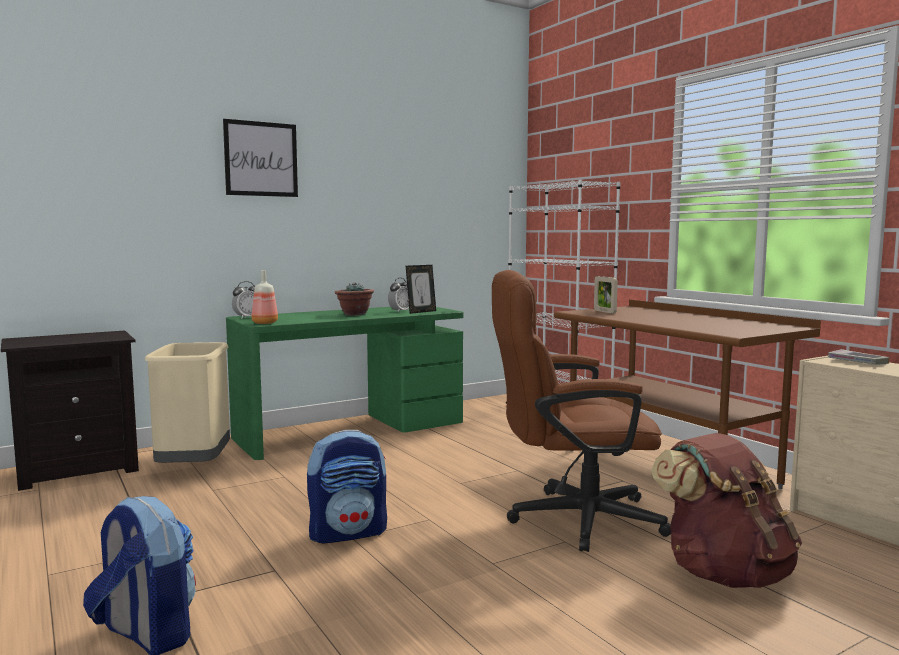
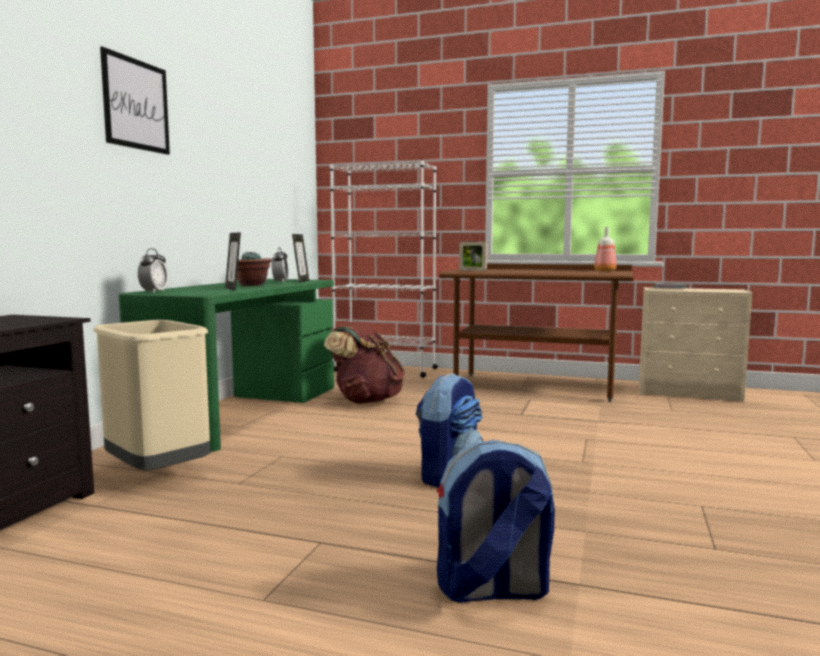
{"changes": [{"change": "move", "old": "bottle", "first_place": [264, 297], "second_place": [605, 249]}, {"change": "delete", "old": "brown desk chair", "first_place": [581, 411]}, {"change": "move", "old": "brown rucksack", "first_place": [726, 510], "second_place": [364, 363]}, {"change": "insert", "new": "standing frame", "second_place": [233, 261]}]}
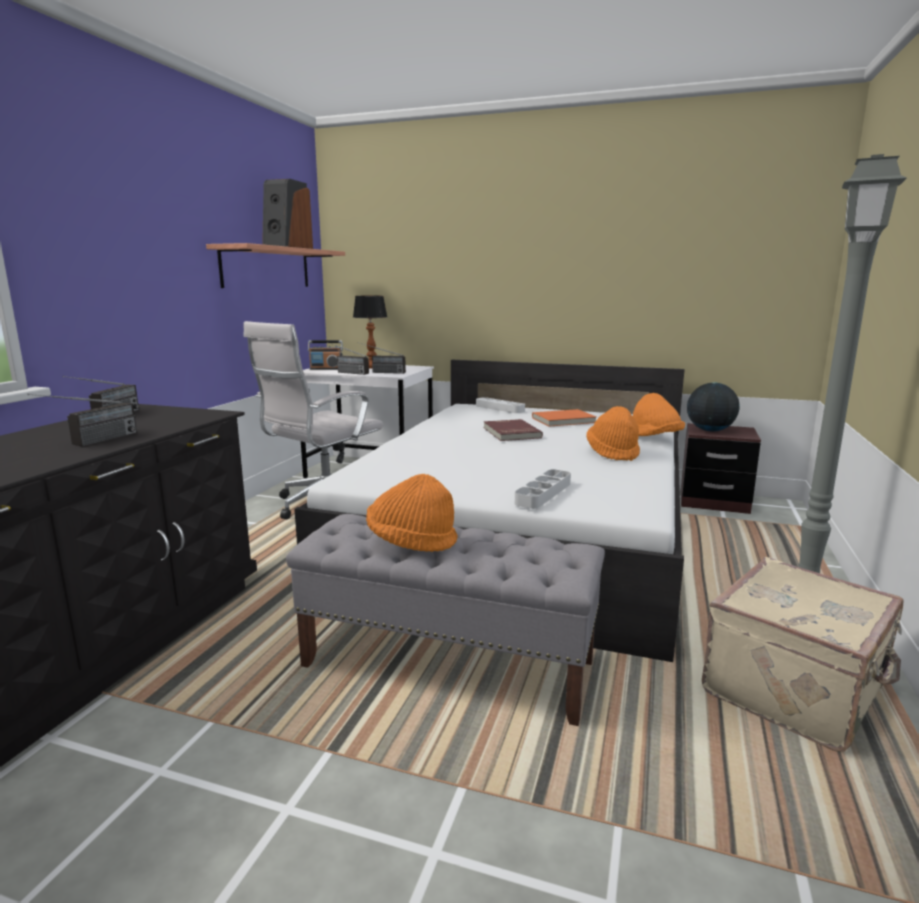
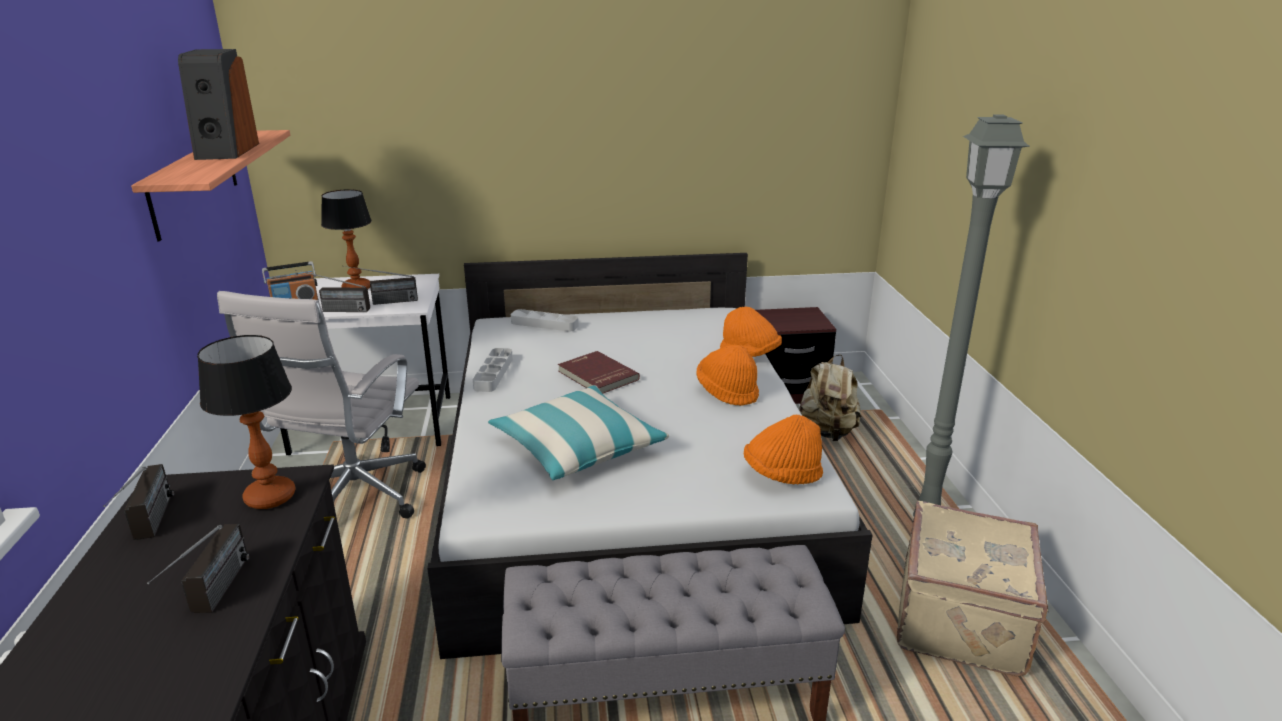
{"changes": [{"change": "move", "old": "orange hat", "first_place": [411, 513], "second_place": [783, 450]}, {"change": "move", "old": "gray carrying tray", "first_place": [543, 489], "second_place": [492, 370]}, {"change": "delete", "old": "orange volume", "first_place": [564, 418]}, {"change": "delete", "old": "desk globe", "first_place": [713, 407]}, {"change": "insert", "new": "lamp for a table", "second_place": [246, 422]}, {"change": "insert", "new": "throw pillow", "second_place": [578, 432]}, {"change": "insert", "new": "beige-coloured rucksack", "second_place": [830, 397]}]}
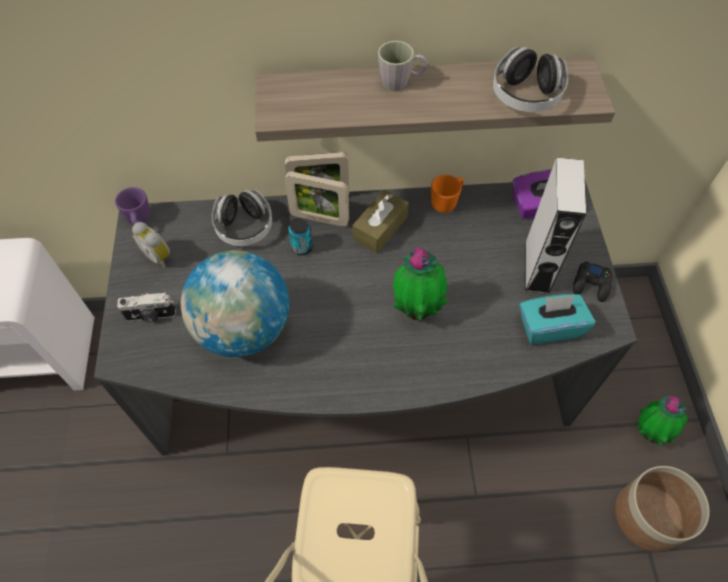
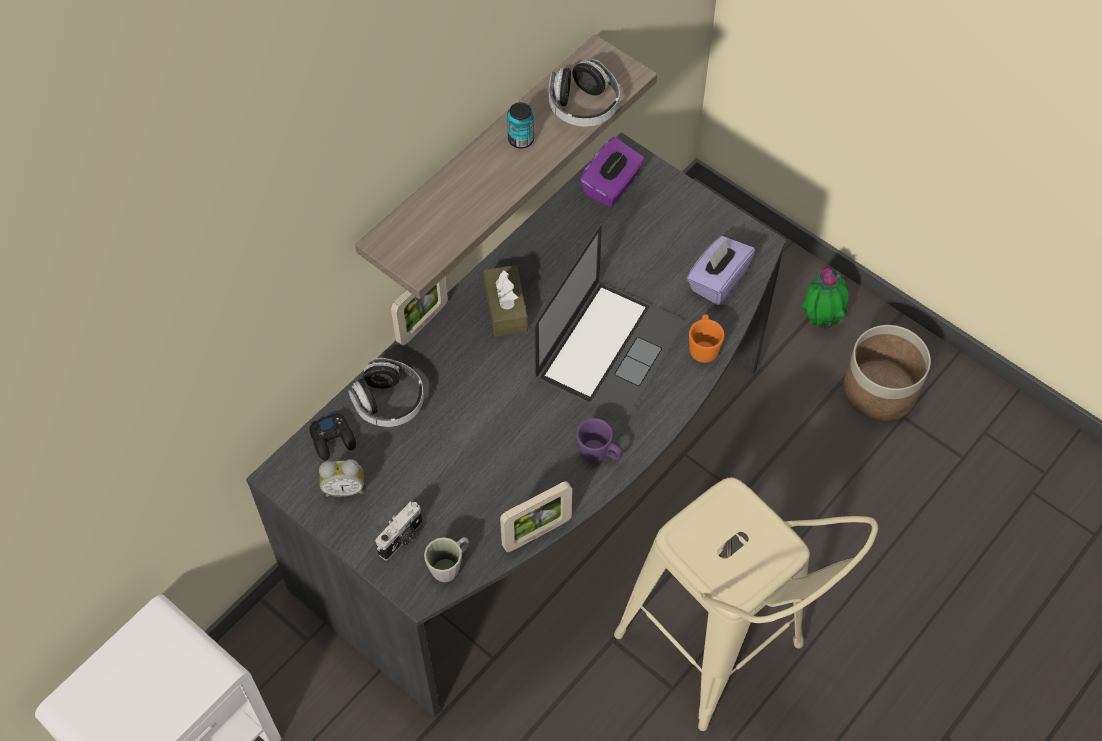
{"changes": [{"change": "move", "old": "purplish mug", "first_place": [133, 206], "second_place": [599, 440]}, {"change": "delete", "old": "desk globe", "first_place": [235, 303]}, {"change": "move", "old": "standing frame", "first_place": [317, 199], "second_place": [536, 516]}, {"change": "move", "old": "sealed can", "first_place": [300, 236], "second_place": [520, 125]}, {"change": "move", "old": "gray mug", "first_place": [402, 66], "second_place": [446, 559]}, {"change": "replace", "old": "potted plant", "new": "notebook computer", "first_place": [421, 284], "second_place": [609, 322]}, {"change": "move", "old": "orange mug", "first_place": [447, 194], "second_place": [706, 338]}, {"change": "recolor", "old": "turquoise box of tissues", "new": "purplish box of tissues", "first_place": [557, 319], "second_place": [720, 270]}, {"change": "delete", "old": "gray audio speaker", "first_place": [555, 225]}, {"change": "move", "old": "blackish game controller", "first_place": [592, 281], "second_place": [332, 436]}]}
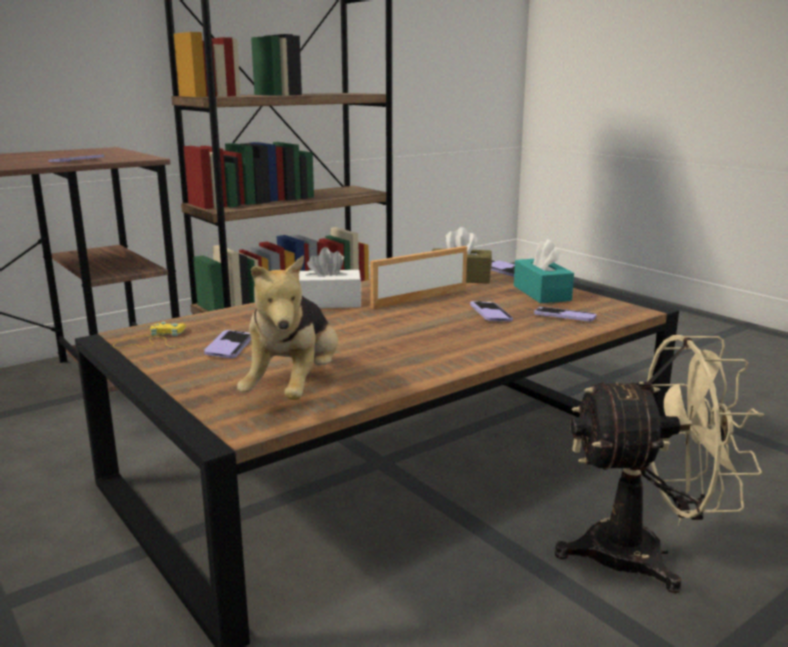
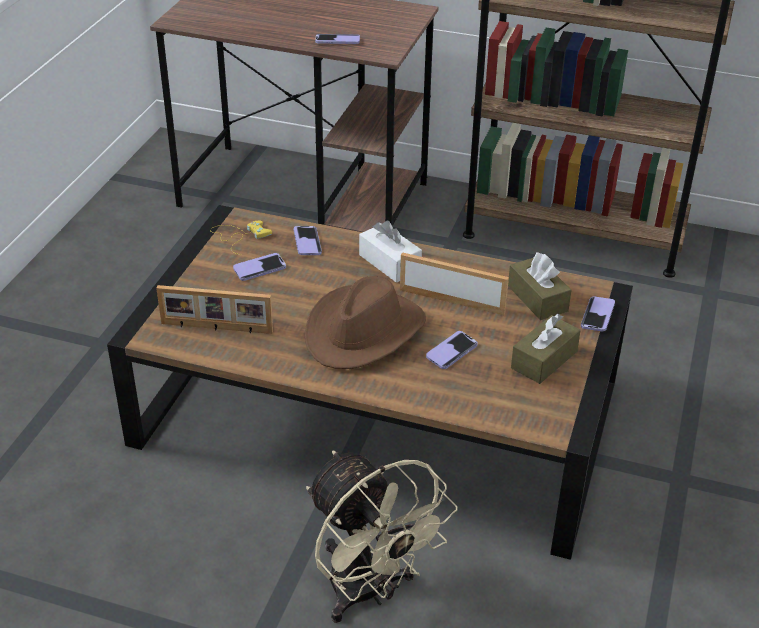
{"changes": [{"change": "replace", "old": "plush toy", "new": "standing frame", "first_place": [287, 327], "second_place": [214, 309]}, {"change": "recolor", "old": "turquoise box of tissues", "new": "brown box of tissues", "first_place": [544, 271], "second_place": [546, 349]}, {"change": "move", "old": "phone", "first_place": [565, 314], "second_place": [308, 240]}, {"change": "insert", "new": "brown hat", "second_place": [365, 322]}]}
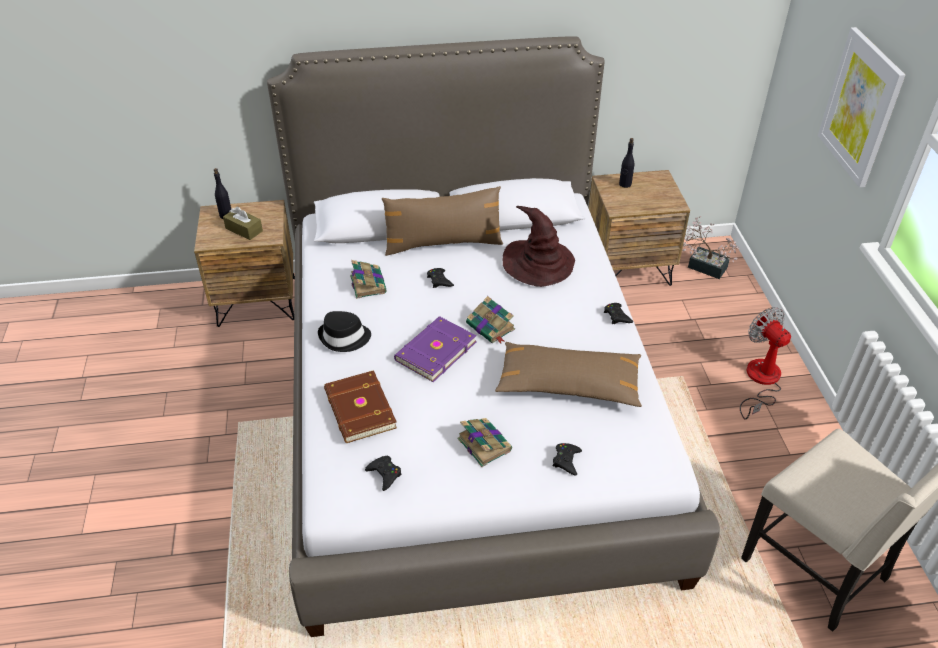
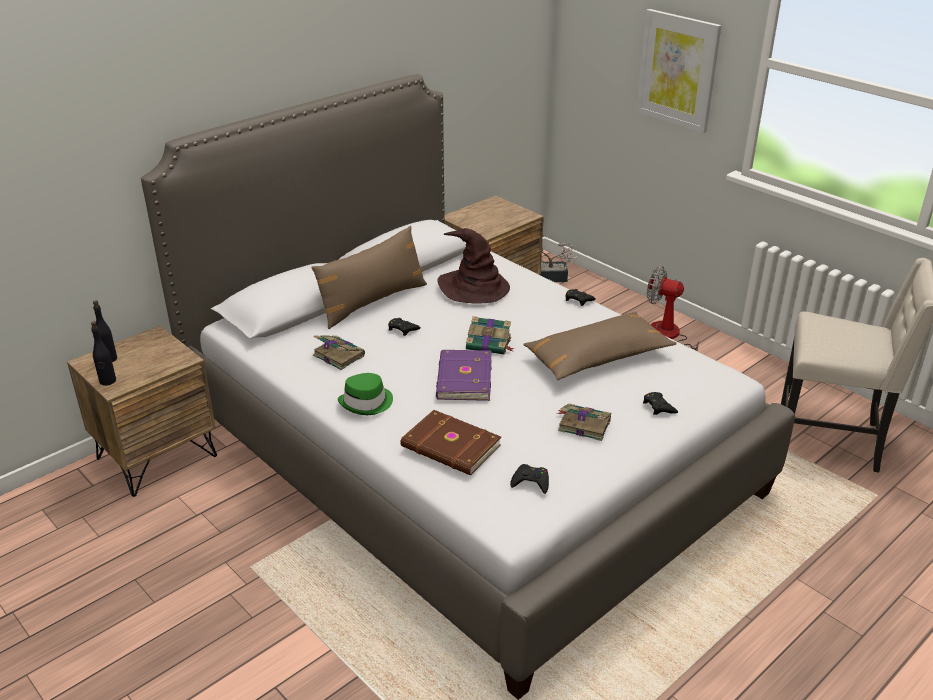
{"changes": [{"change": "delete", "old": "brown box of tissues", "first_place": [243, 223]}, {"change": "recolor", "old": "blackish hat", "new": "greenish hat", "first_place": [344, 331], "second_place": [365, 394]}, {"change": "move", "old": "blackish bottle", "first_place": [627, 163], "second_place": [103, 353]}]}
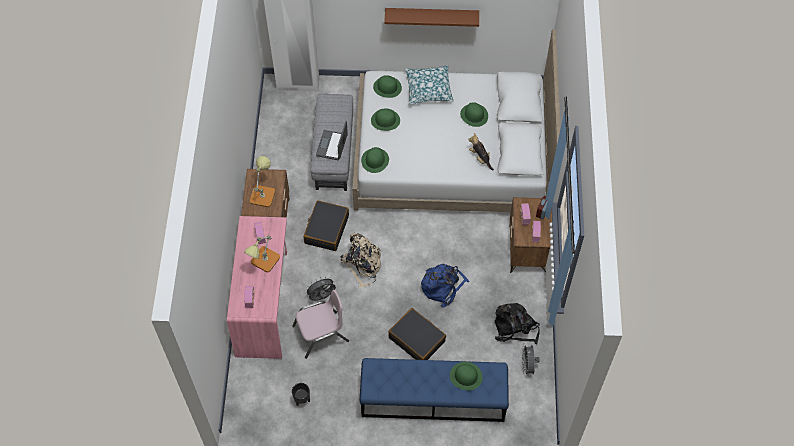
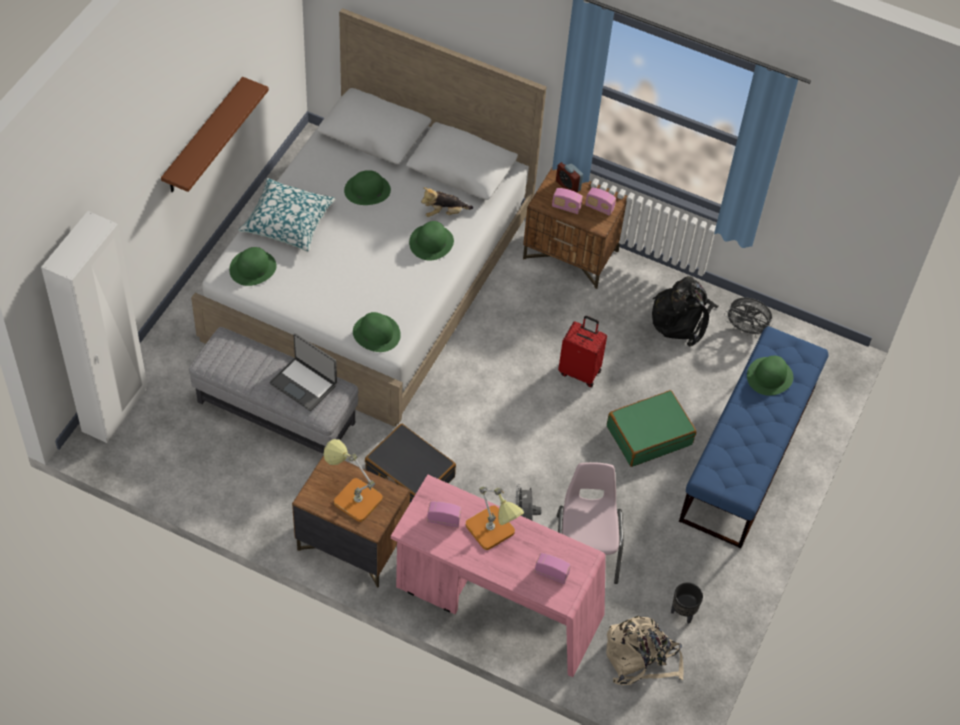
{"changes": [{"change": "move", "old": "beige-coloured rucksack", "first_place": [361, 260], "second_place": [645, 650]}, {"change": "move", "old": "greenish hat", "first_place": [385, 119], "second_place": [431, 240]}, {"change": "recolor", "old": "blackish piece of luggage", "new": "greenish piece of luggage", "first_place": [417, 334], "second_place": [651, 428]}, {"change": "replace", "old": "blue-coloured rucksack", "new": "red piece of luggage", "first_place": [445, 286], "second_place": [582, 351]}]}
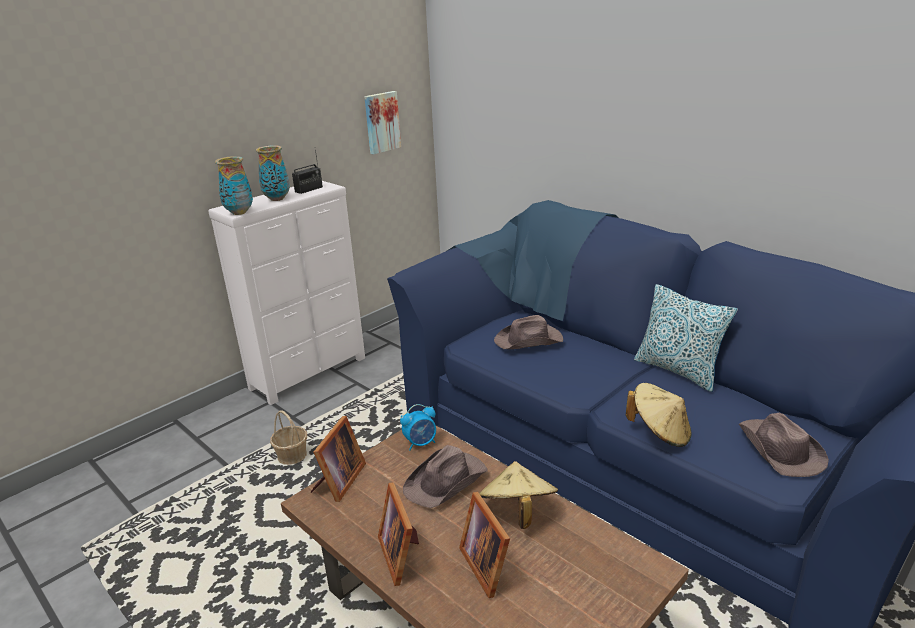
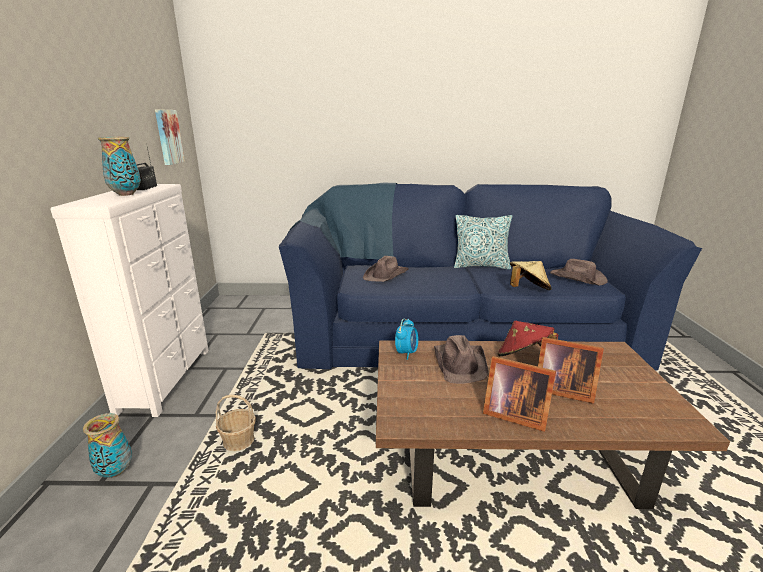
{"changes": [{"change": "move", "old": "flower vase", "first_place": [234, 185], "second_place": [107, 445]}, {"change": "delete", "old": "standing frame", "first_place": [338, 459]}, {"change": "recolor", "old": "beige-coloured hat", "new": "red hat", "first_place": [518, 495], "second_place": [528, 338]}]}
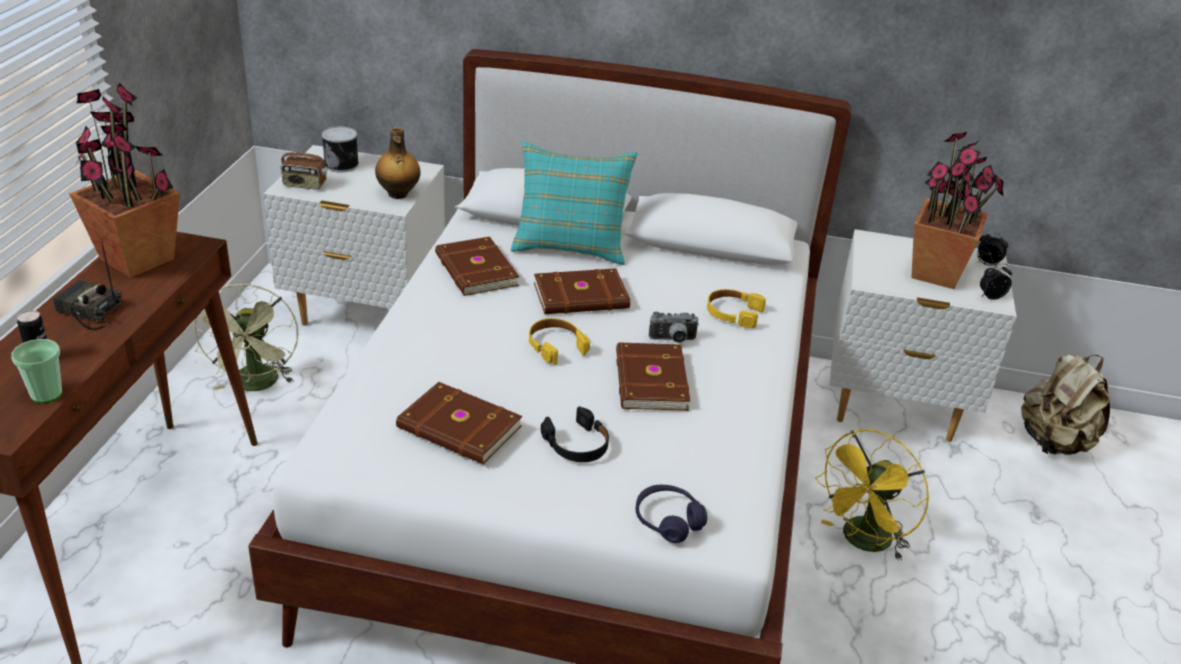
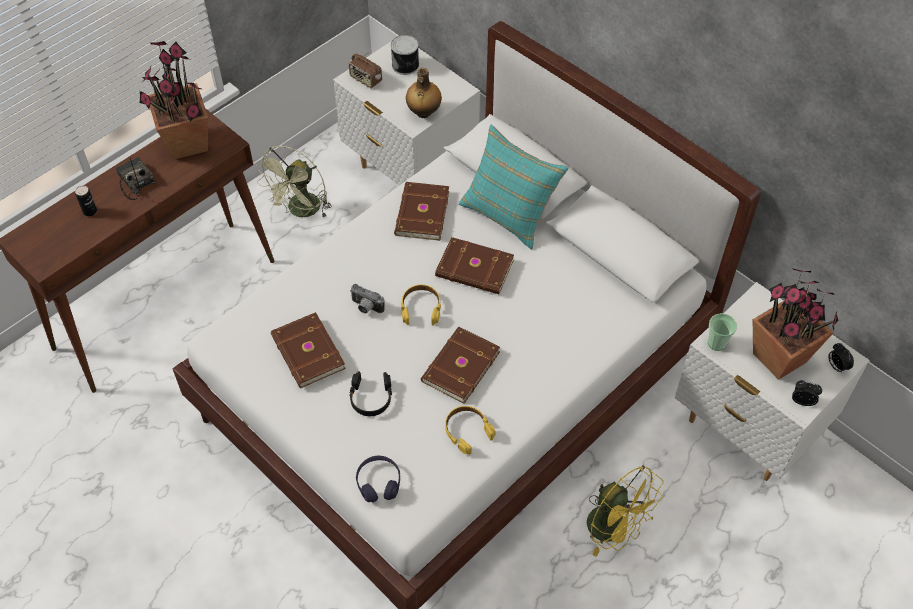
{"changes": [{"change": "move", "old": "drinking cup", "first_place": [36, 371], "second_place": [722, 332]}, {"change": "move", "old": "still camera", "first_place": [674, 327], "second_place": [367, 299]}, {"change": "move", "old": "yellow-coloured headphones", "first_place": [736, 308], "second_place": [470, 430]}, {"change": "rotate", "old": "yellow-coloured electric fan", "first_place": [872, 495], "second_place": [625, 511], "degrees": -120}, {"change": "delete", "old": "beige-coloured rucksack", "first_place": [1065, 405]}]}
